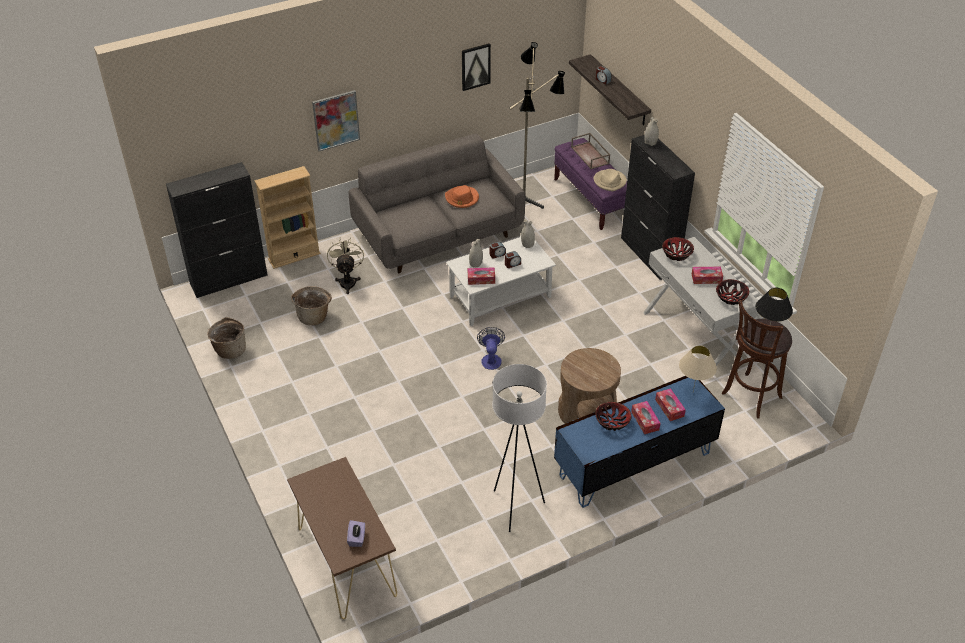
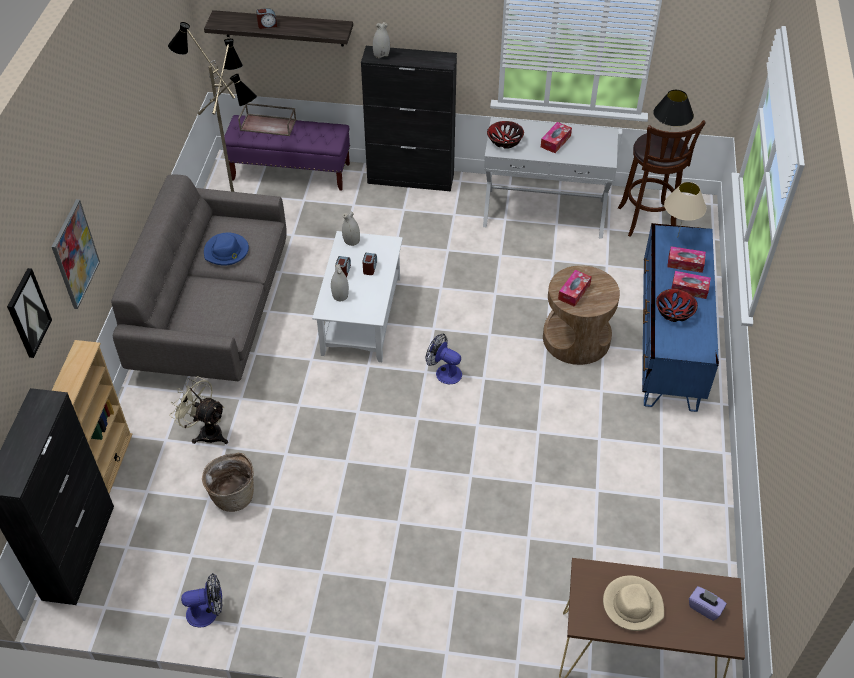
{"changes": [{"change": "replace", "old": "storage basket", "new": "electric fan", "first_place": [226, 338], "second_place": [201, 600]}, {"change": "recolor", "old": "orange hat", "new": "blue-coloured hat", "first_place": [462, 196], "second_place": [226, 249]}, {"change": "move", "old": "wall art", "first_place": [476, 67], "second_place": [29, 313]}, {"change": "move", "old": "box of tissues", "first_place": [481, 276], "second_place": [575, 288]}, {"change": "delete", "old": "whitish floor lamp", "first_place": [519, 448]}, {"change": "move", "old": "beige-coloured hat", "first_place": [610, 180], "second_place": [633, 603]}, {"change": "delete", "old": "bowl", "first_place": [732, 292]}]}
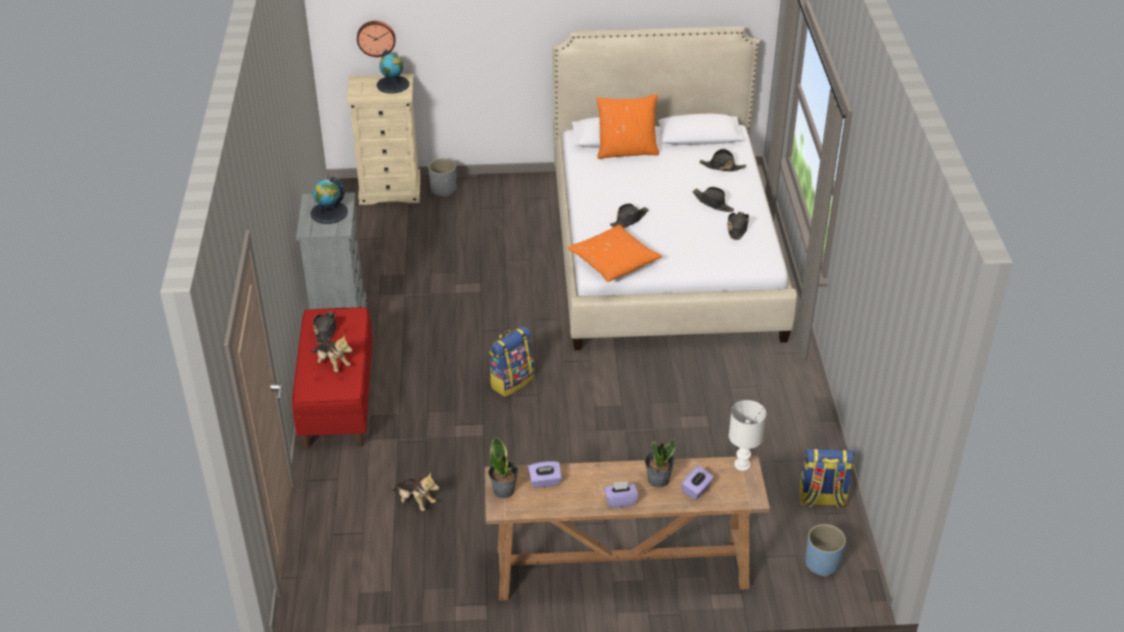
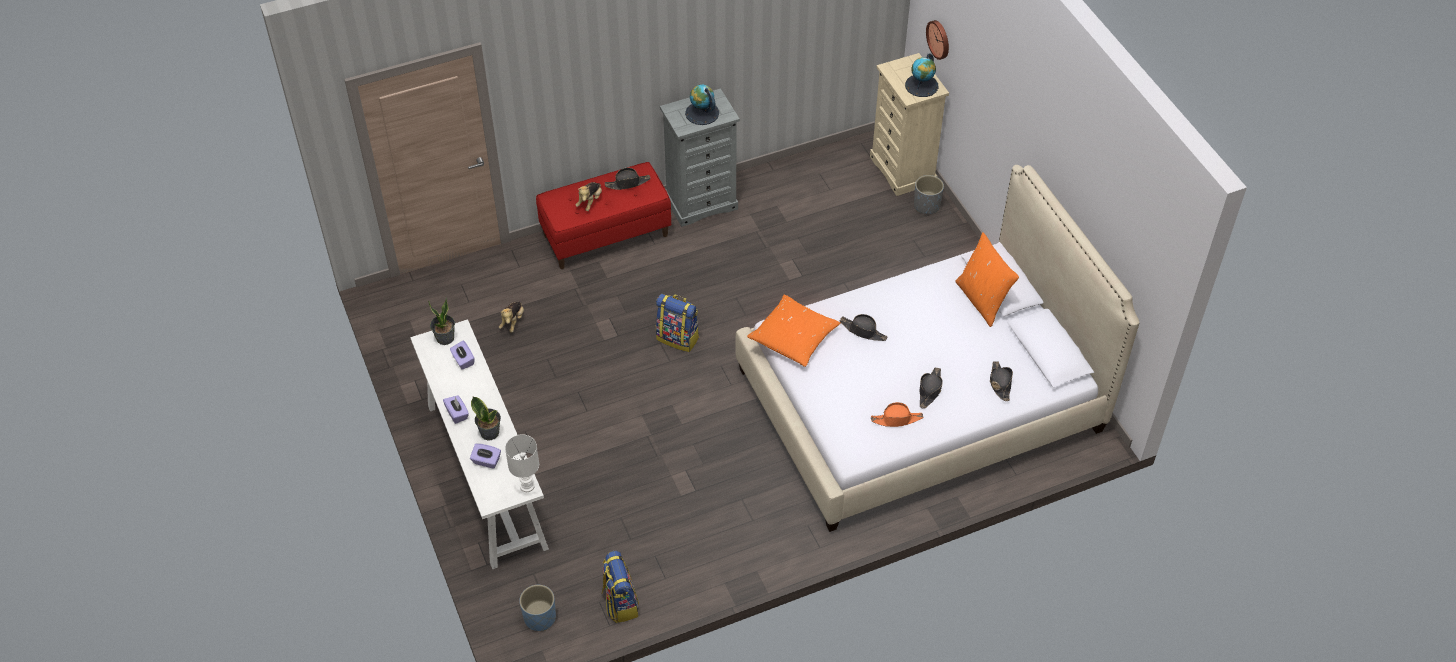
{"changes": [{"change": "recolor", "old": "brown narrow table", "new": "whitish narrow table", "first_place": [627, 528], "second_place": [479, 444]}, {"change": "recolor", "old": "blackish hat", "new": "orange hat", "first_place": [738, 225], "second_place": [897, 414]}]}
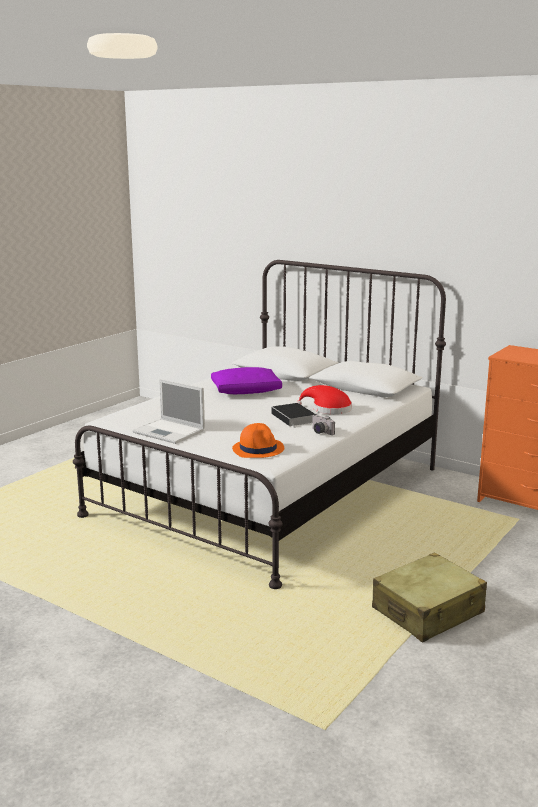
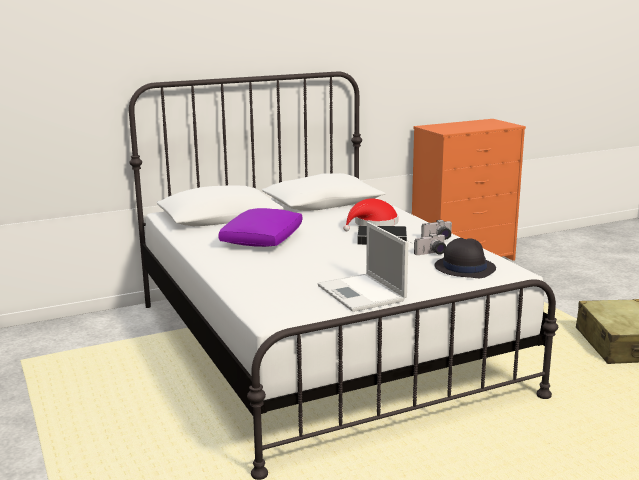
{"changes": [{"change": "rotate", "old": "notebook computer", "first_place": [168, 411], "second_place": [362, 267], "degrees": 90}, {"change": "recolor", "old": "orange hat", "new": "blackish hat", "first_place": [258, 440], "second_place": [465, 258]}, {"change": "insert", "new": "still camera", "second_place": [430, 244]}]}
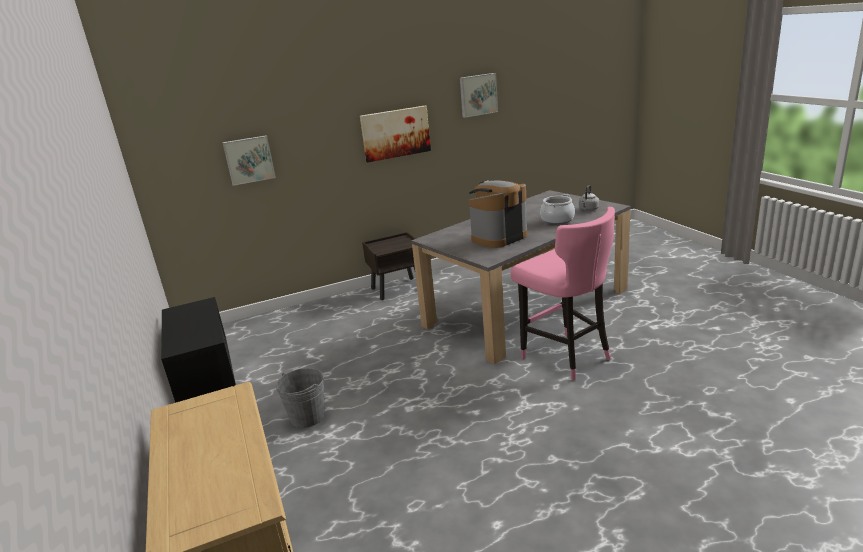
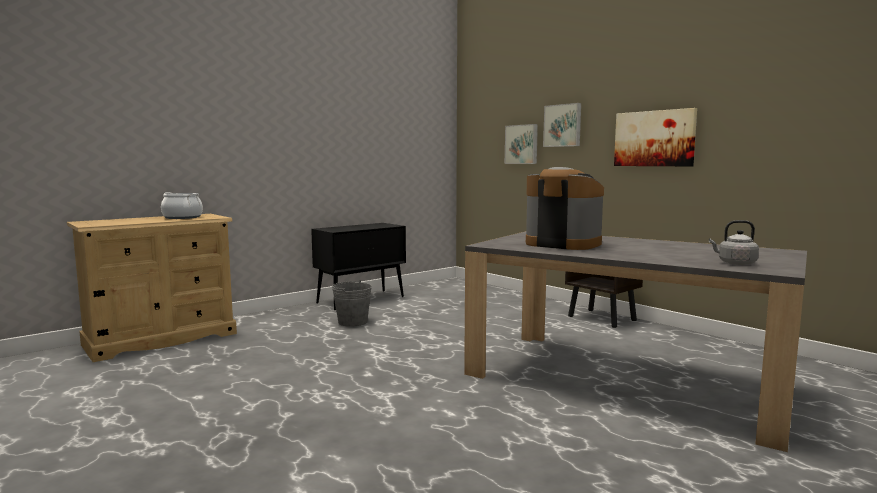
{"changes": [{"change": "move", "old": "wall art", "first_place": [479, 95], "second_place": [562, 125]}, {"change": "delete", "old": "pink-coloured stool seat", "first_place": [563, 294]}, {"change": "move", "old": "saucepot", "first_place": [557, 209], "second_place": [182, 205]}]}
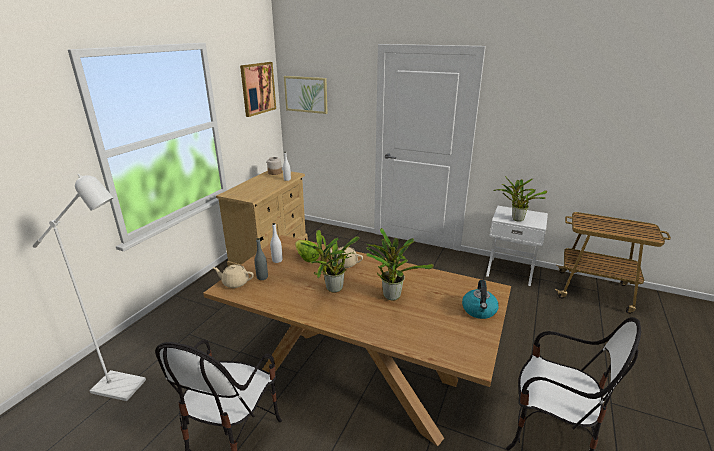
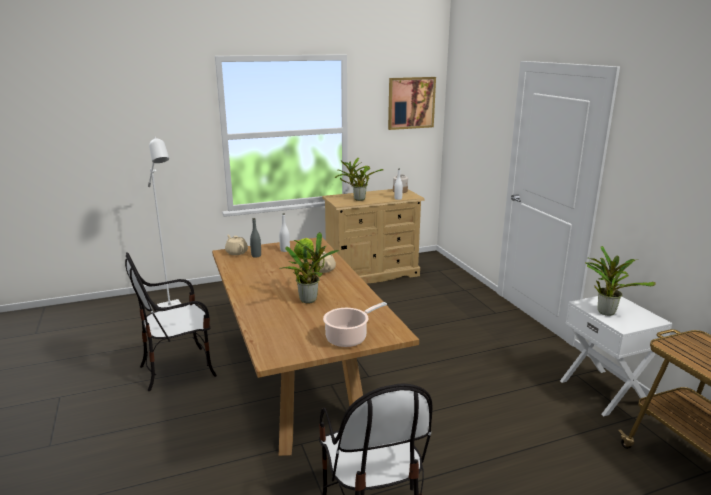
{"changes": [{"change": "delete", "old": "wall art", "first_place": [306, 95]}, {"change": "move", "old": "potted plant", "first_place": [330, 261], "second_place": [359, 179]}, {"change": "replace", "old": "tea kettle", "new": "saucepot", "first_place": [480, 299], "second_place": [355, 324]}]}
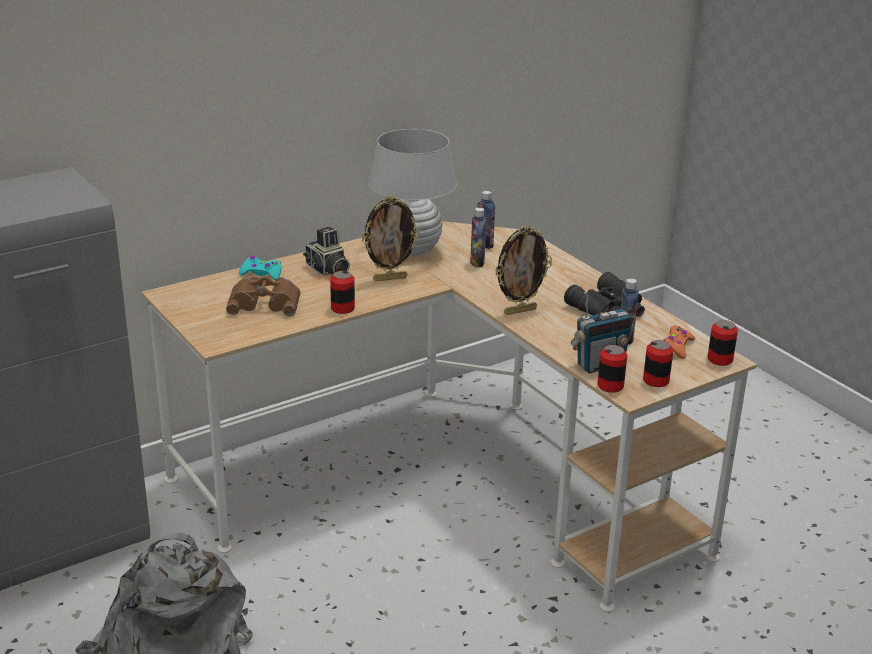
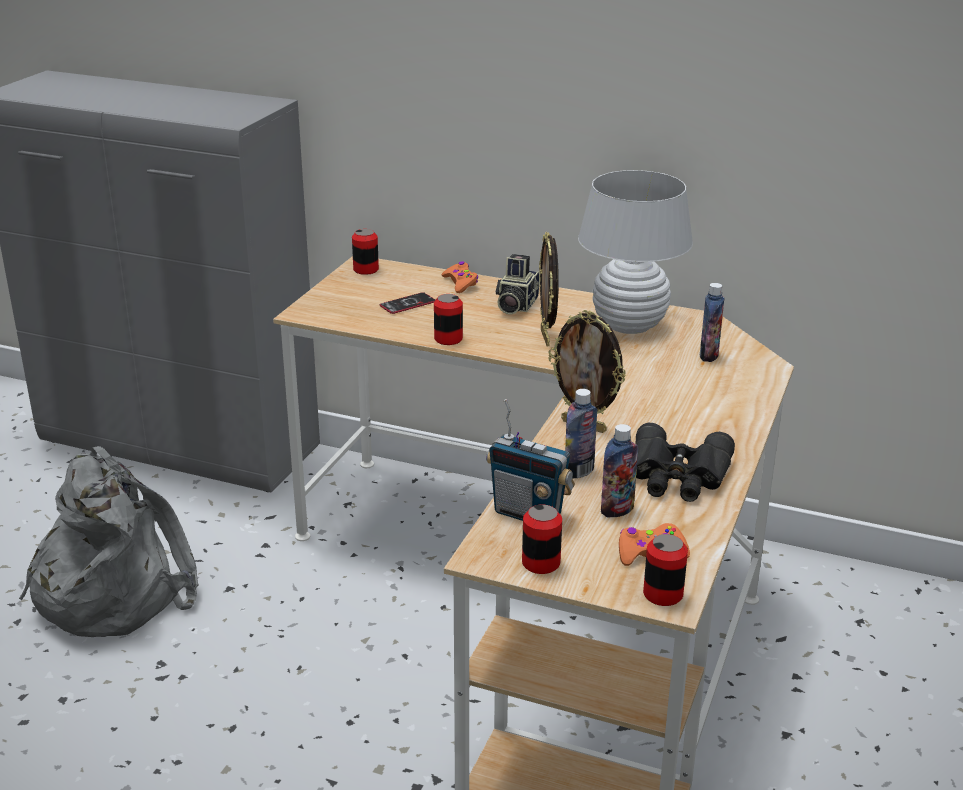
{"changes": [{"change": "replace", "old": "brown field glasses", "new": "phone", "first_place": [263, 296], "second_place": [407, 303]}, {"change": "recolor", "old": "turquoise game controller", "new": "orange game controller", "first_place": [260, 268], "second_place": [459, 277]}, {"change": "rotate", "old": "standing frame", "first_place": [390, 238], "second_place": [549, 288], "degrees": 45}, {"change": "move", "old": "bottle", "first_place": [478, 237], "second_place": [581, 434]}, {"change": "move", "old": "sealed can", "first_place": [612, 369], "second_place": [365, 252]}]}
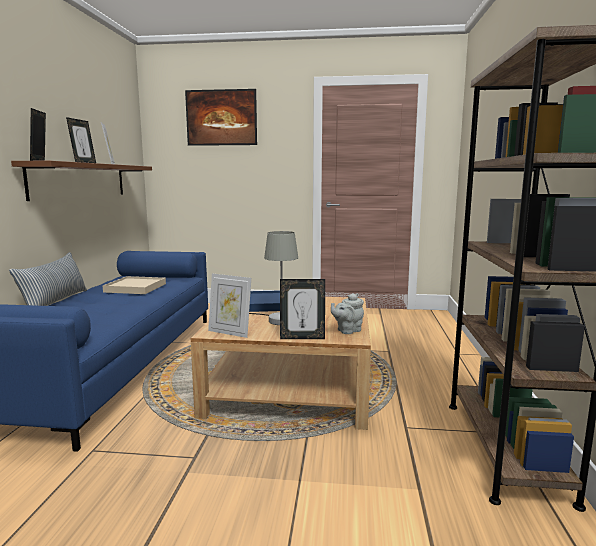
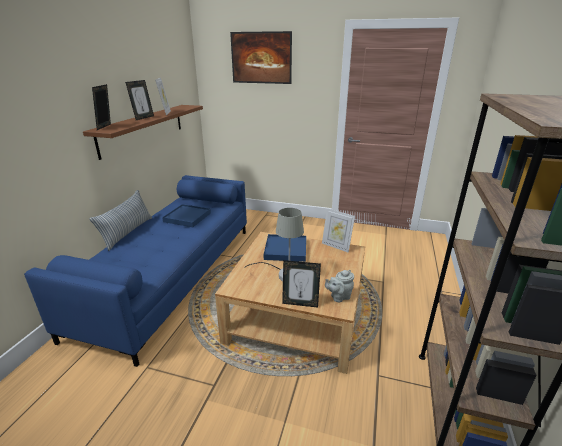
{"changes": [{"change": "recolor", "old": "beige-coloured carrying tray", "new": "blue-coloured carrying tray", "first_place": [134, 285], "second_place": [186, 215]}, {"change": "move", "old": "standing frame", "first_place": [229, 306], "second_place": [338, 230]}]}
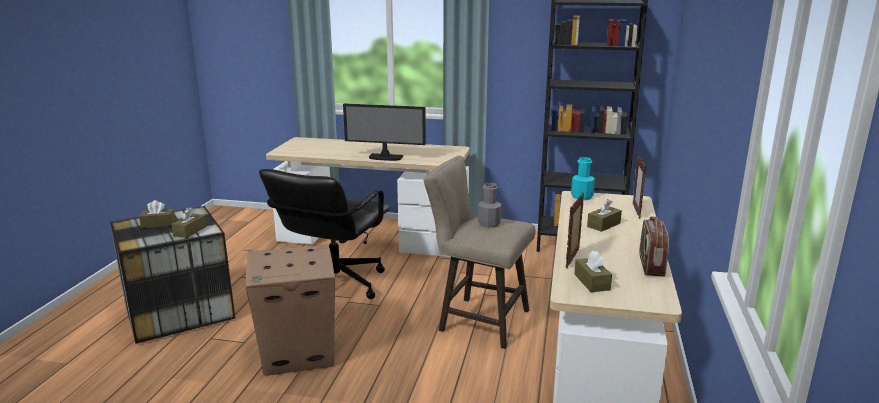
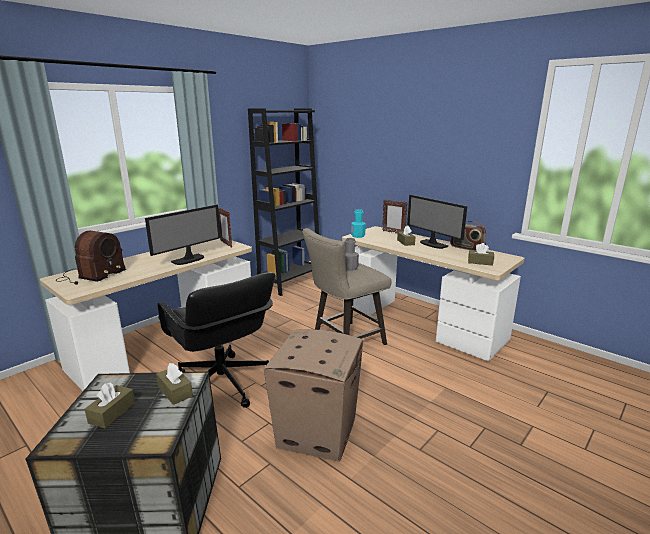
{"changes": [{"change": "move", "old": "standing frame", "first_place": [575, 230], "second_place": [225, 227]}, {"change": "insert", "new": "radio receiver", "second_place": [91, 258]}, {"change": "insert", "new": "computer display", "second_place": [437, 222]}]}
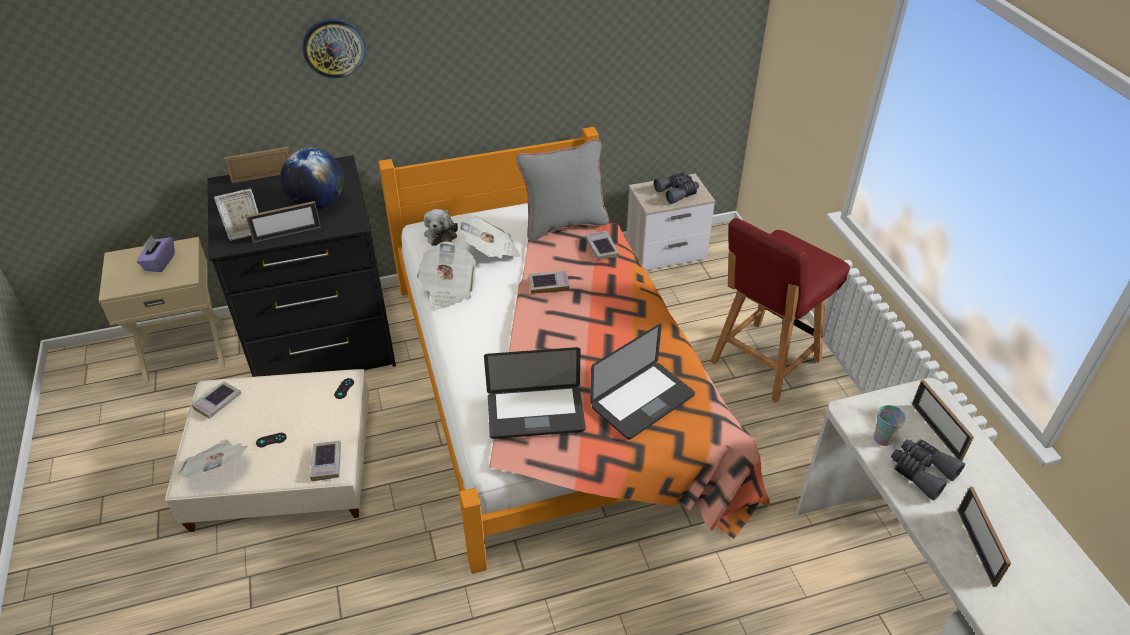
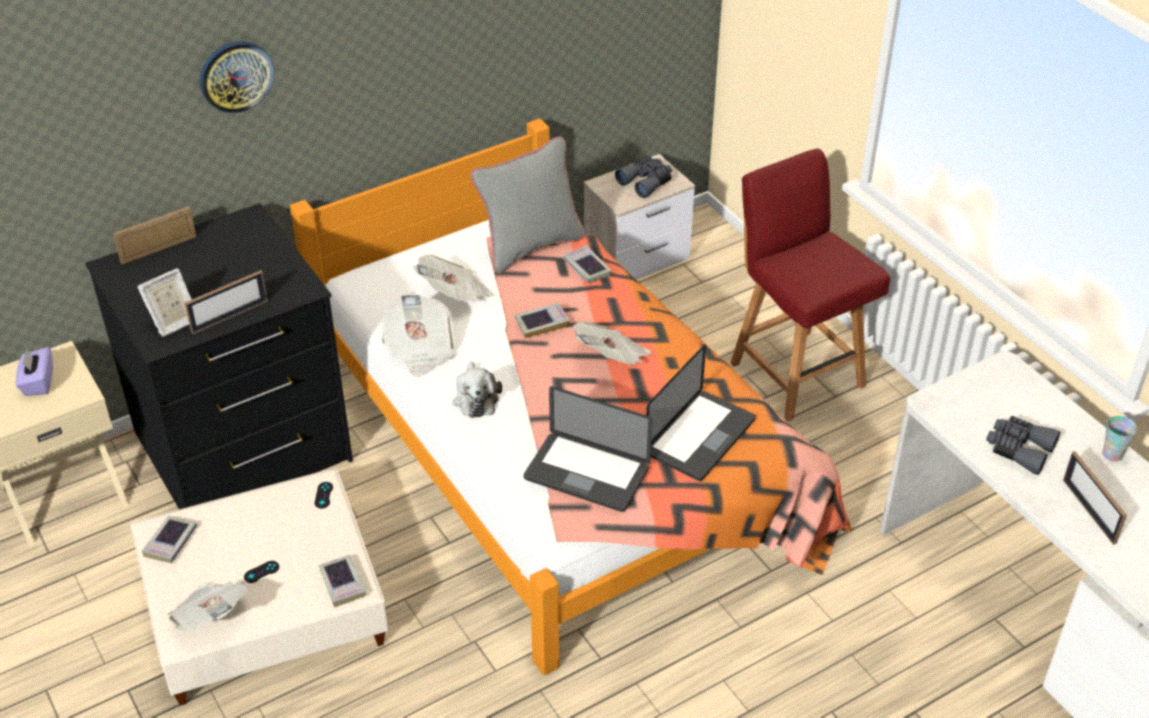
{"changes": [{"change": "delete", "old": "desk globe", "first_place": [312, 178]}, {"change": "move", "old": "plush toy", "first_place": [441, 227], "second_place": [477, 390]}, {"change": "rotate", "old": "notebook computer", "first_place": [535, 393], "second_place": [588, 449], "degrees": 45}, {"change": "rotate", "old": "red plain chair", "first_place": [780, 310], "second_place": [810, 285], "degrees": 120}, {"change": "move", "old": "drinking cup", "first_place": [890, 425], "second_place": [1120, 439]}, {"change": "delete", "old": "standing frame", "first_place": [943, 420]}, {"change": "insert", "new": "printed paper", "second_place": [612, 343]}]}
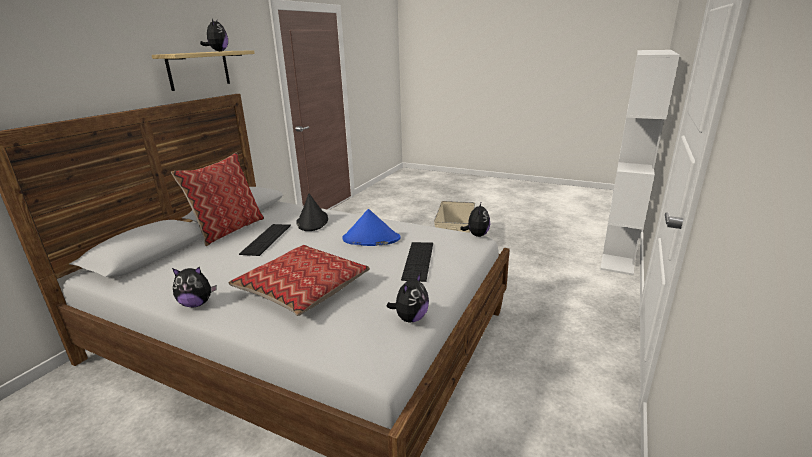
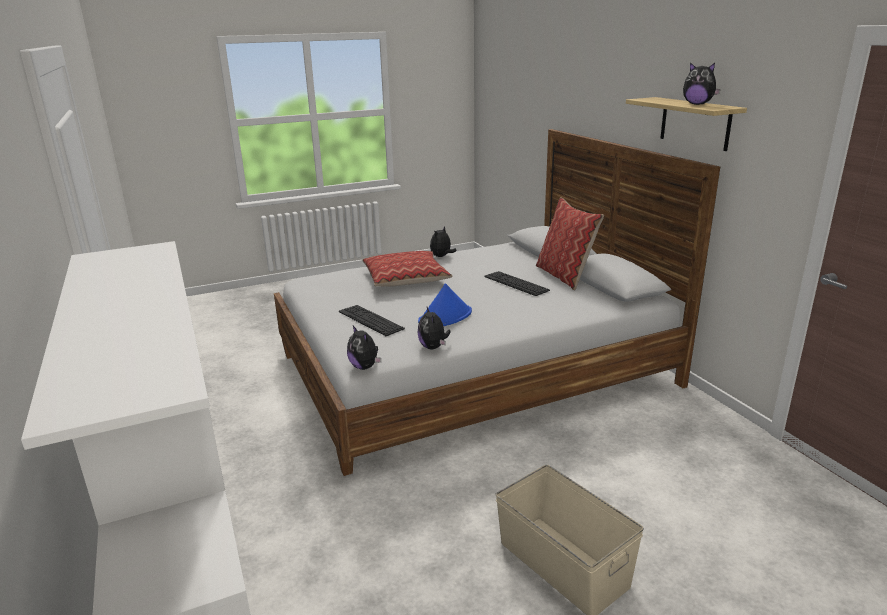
{"changes": [{"change": "delete", "old": "blackish hat", "first_place": [312, 212]}, {"change": "move", "old": "plush toy", "first_place": [408, 297], "second_place": [434, 328]}]}
